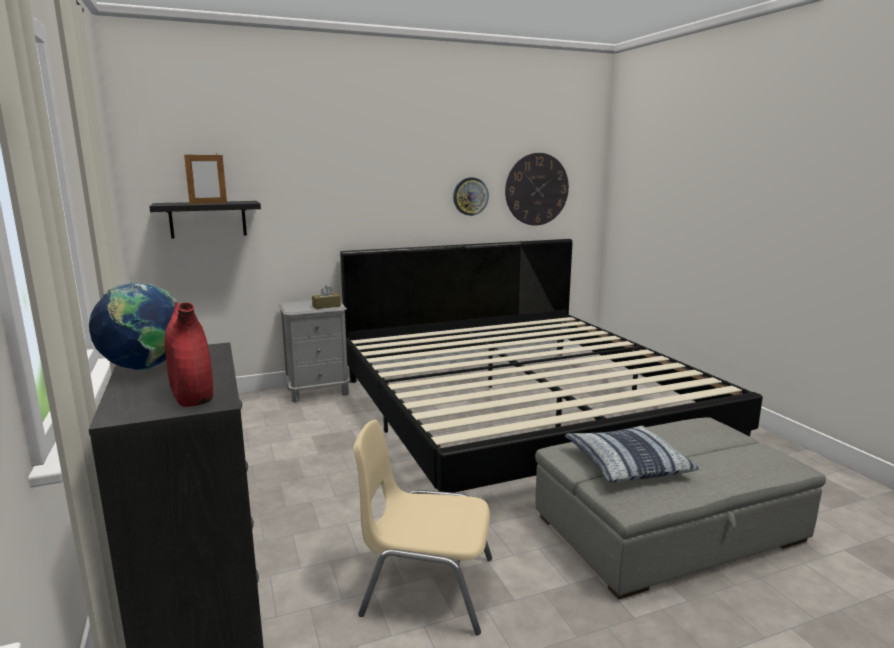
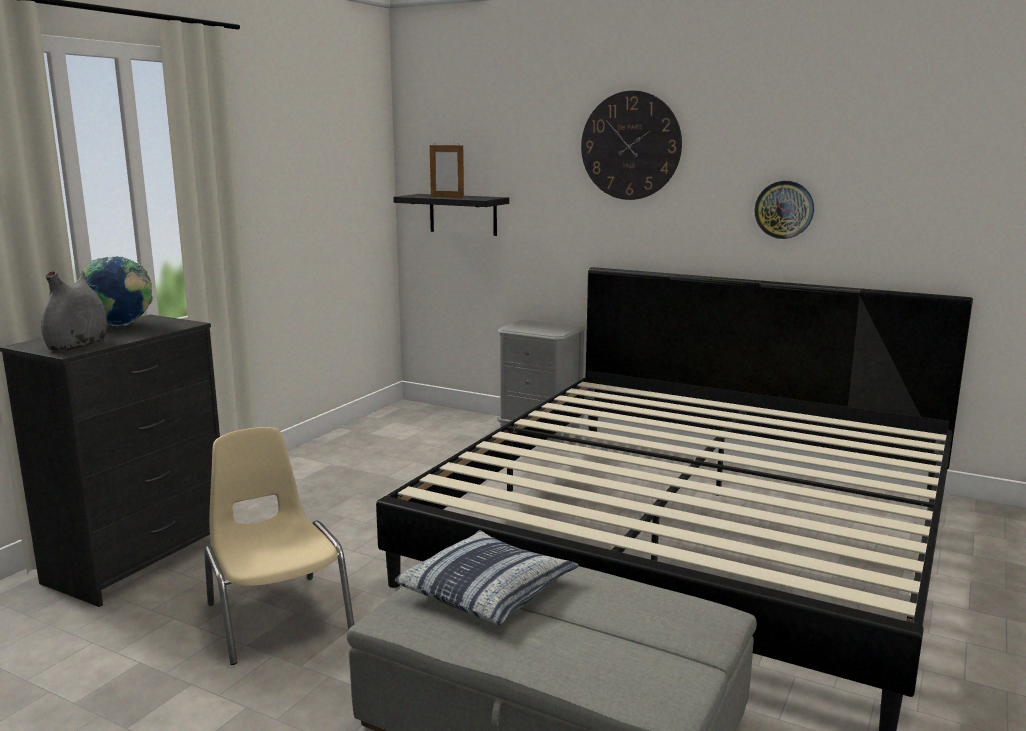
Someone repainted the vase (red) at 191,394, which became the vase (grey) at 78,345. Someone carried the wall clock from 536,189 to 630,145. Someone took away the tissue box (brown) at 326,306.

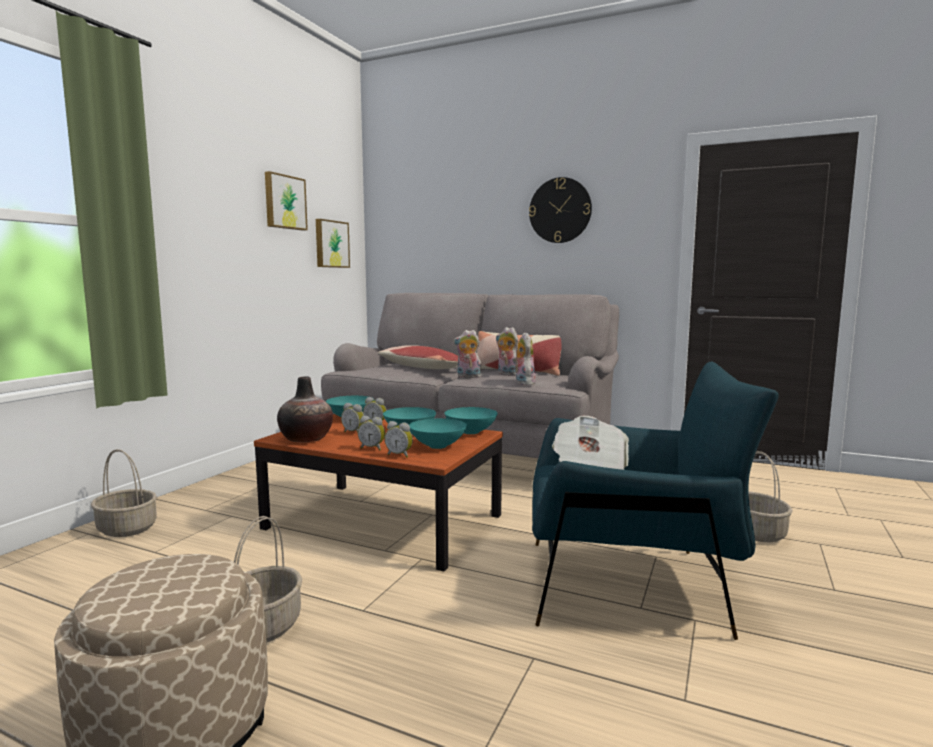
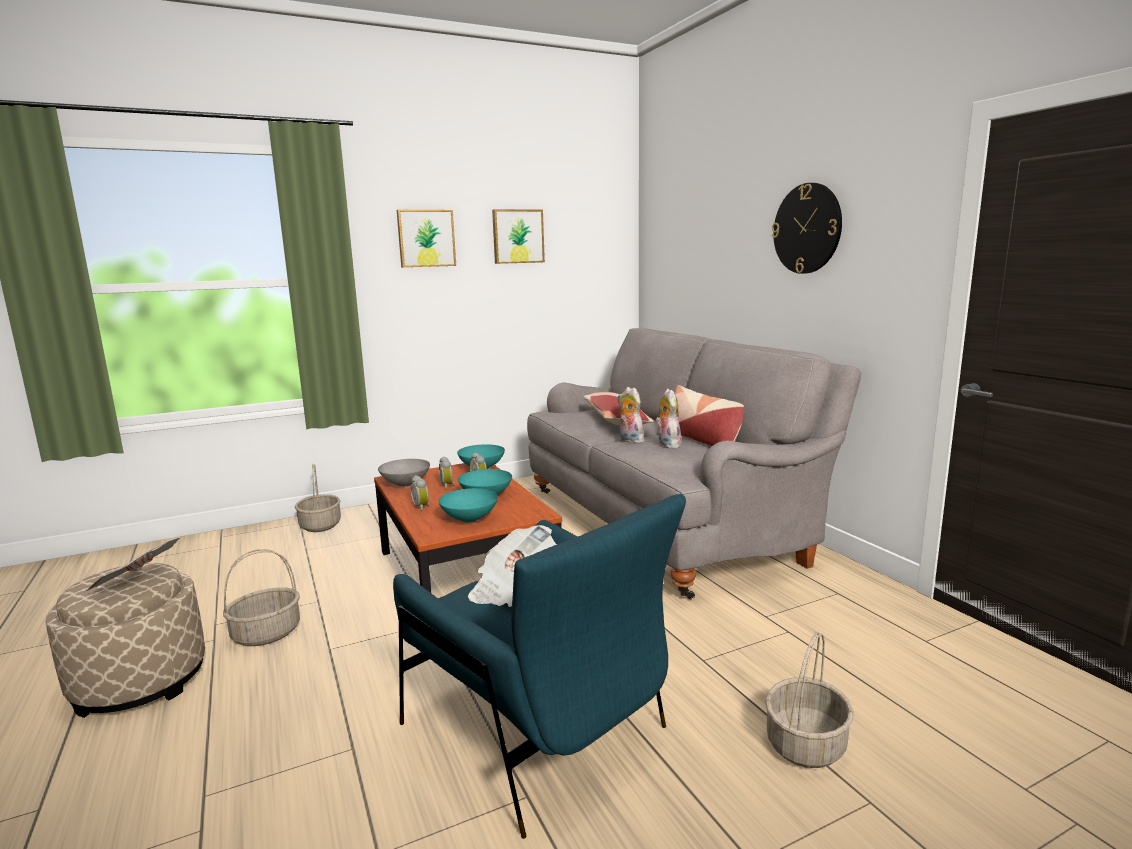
Someone put down the newspaper at 137,585. Someone swapped the vase at 306,439 for the bowl (grey) at 405,484. Someone carried the picture from 331,244 to 426,238. Someone took away the alarm clock at 399,455. Someone took away the bowl (turquoise) at 470,432. Someone took away the plush toy at 523,383.

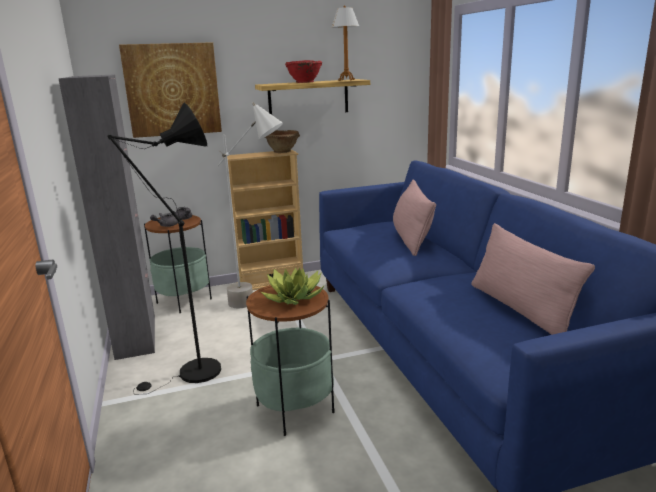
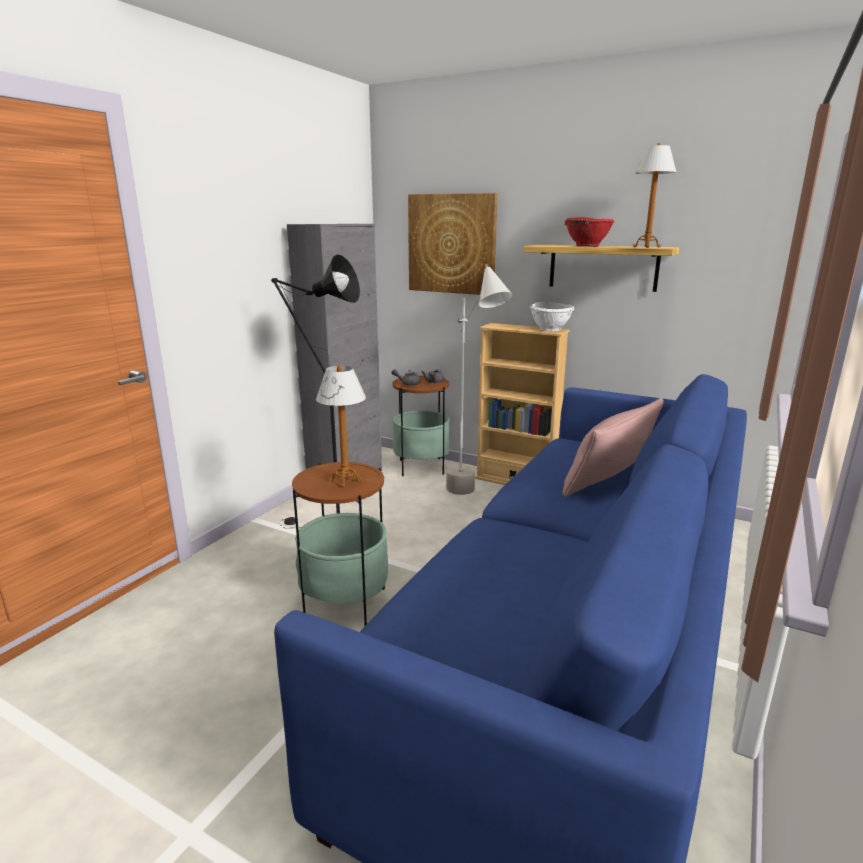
Someone swapped the potted plant at 294,297 for the table lamp at 345,481. Someone repainted the bowl (brown) at 283,151, which became the bowl (white) at 551,329. Someone took away the pillow (pink) at 520,309.

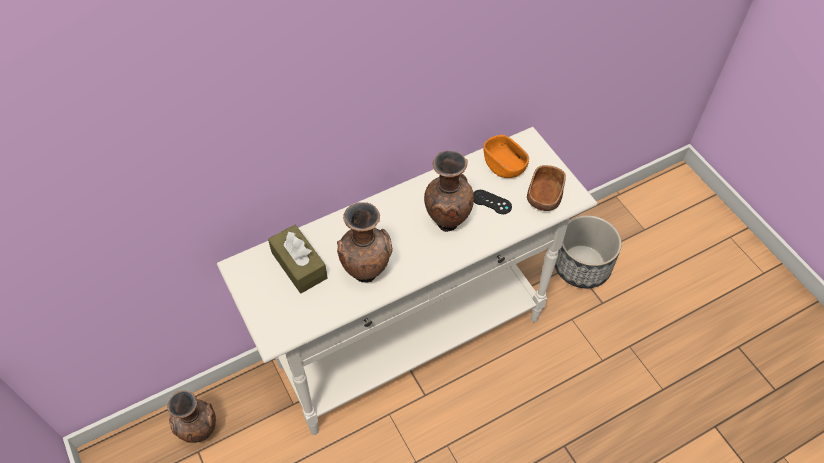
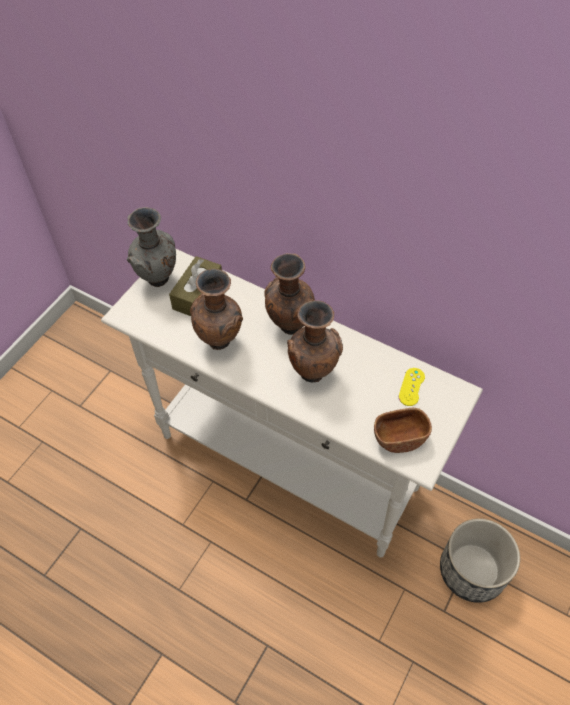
Someone put down the vase (grey) at 158,281. Someone carried the vase (brown) from 201,433 to 289,326. Someone swapped the bowl (orange) at 504,166 for the game controller (yellow) at 411,387. Someone took away the game controller (black) at 491,202.

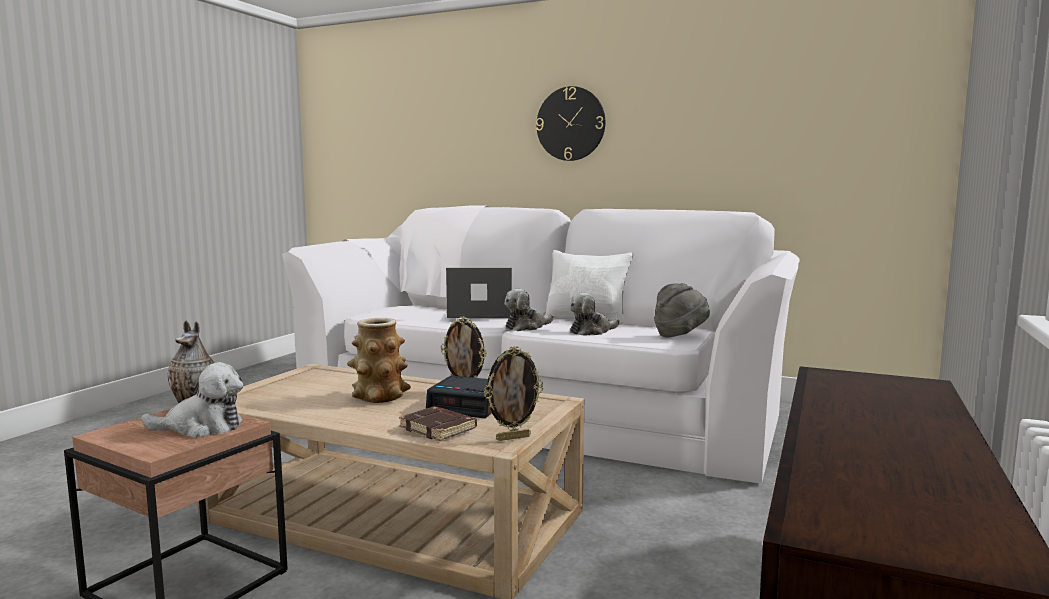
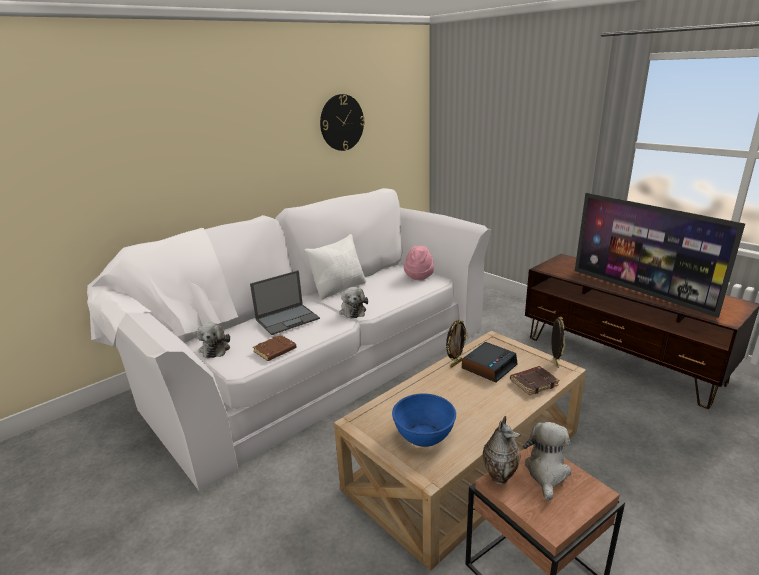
Someone carried the plush toy from 591,331 to 215,348. Someone rotated the laptop at 480,314 by 150 degrees counterclockwise. Someone put down the book (brown) at 275,351. Someone carried the wall clock from 570,124 to 342,122. Someone put down the bowl (blue) at 424,435. Someone repainted the hat (grey) at 680,335, which became the hat (pink) at 419,275. Someone put down the television at 640,291. Someone took away the vase at 380,396.

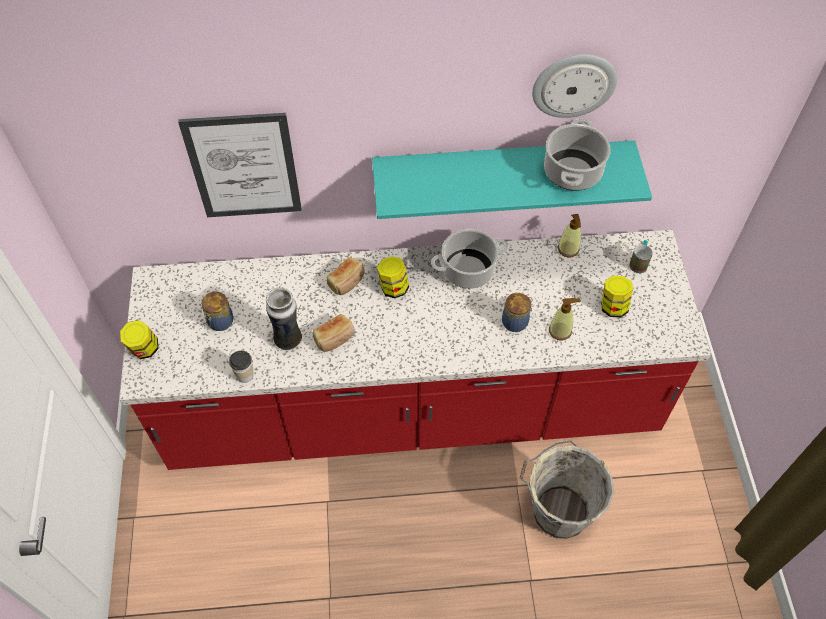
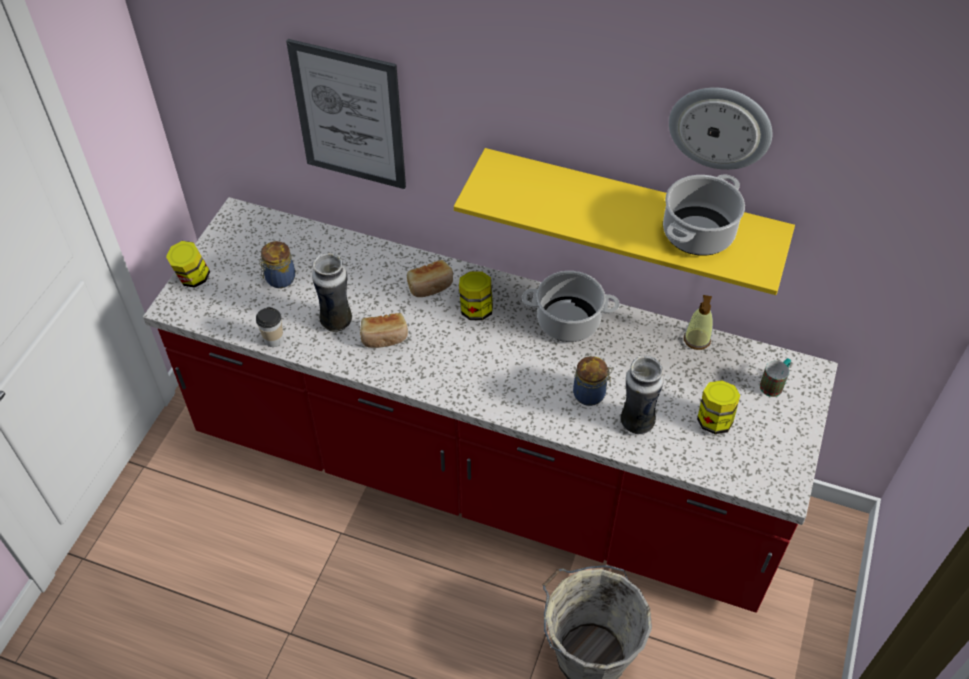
Someone repainted the shelf (turquoise) at 501,169, which became the shelf (yellow) at 631,211. Someone swapped the soap dispenser at 560,331 for the vase at 636,422.

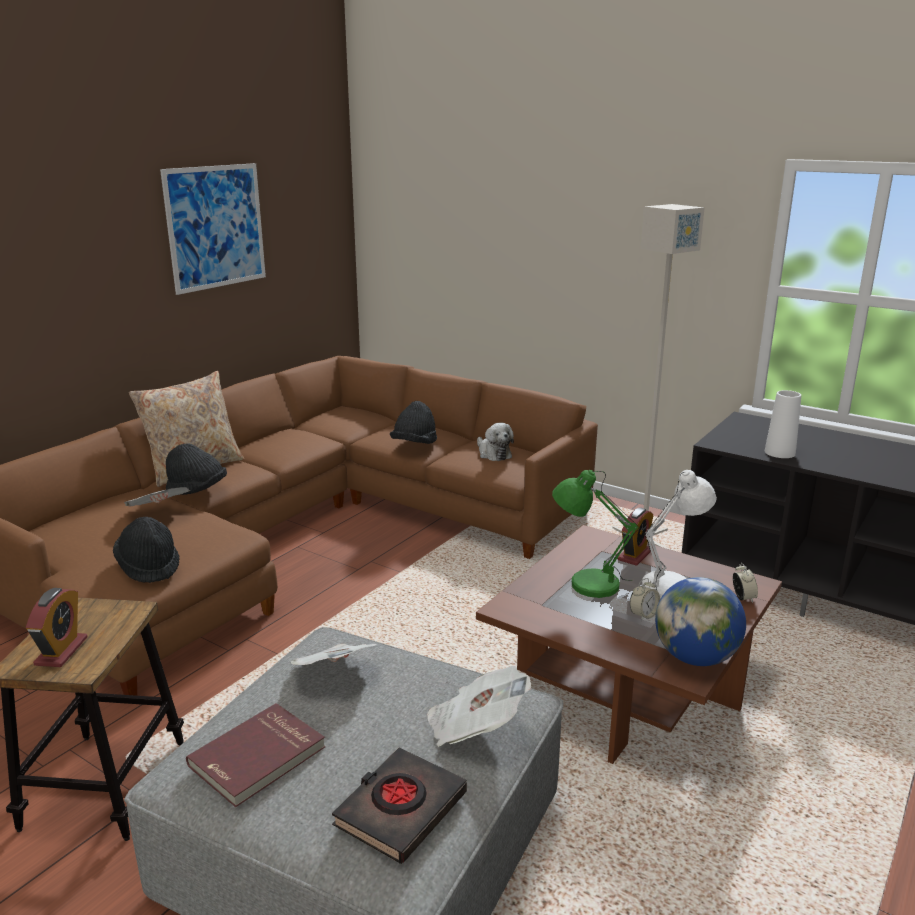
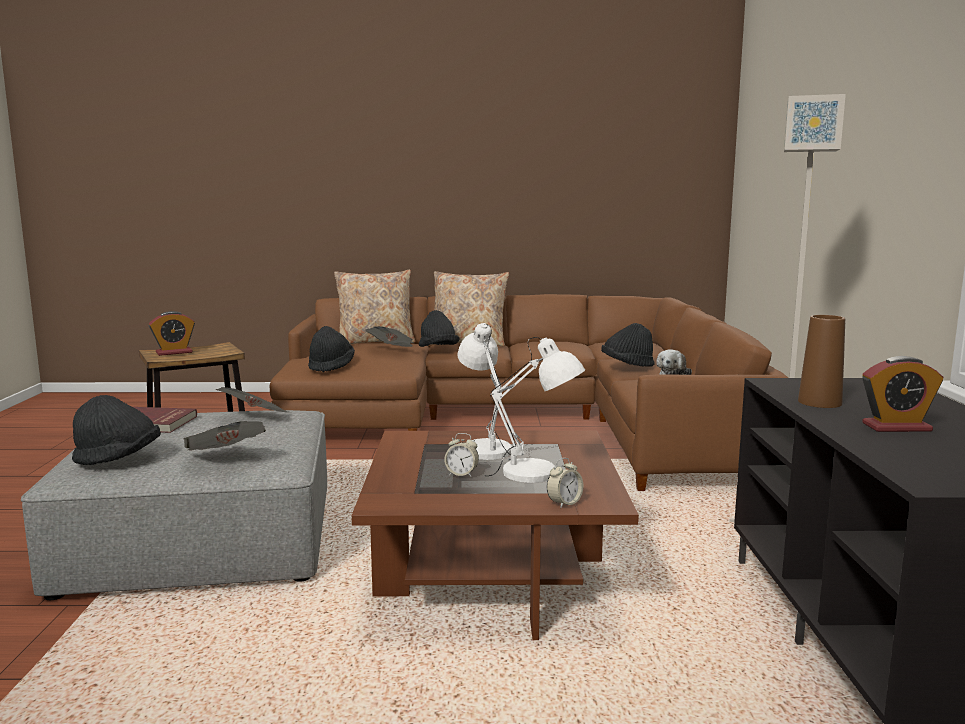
Someone swapped the book (black) at 400,809 for the hat (black) at 118,459. Someone put down the pillow (beige) at 375,341. Someone repainted the table lamp (green) at 588,584, which became the table lamp (white) at 485,449. Someone repainted the vase (white) at 779,452, which became the vase (brown) at 819,402. Someone carried the alarm clock from 634,555 to 896,427. Someone took away the picture at 216,227. Someone took away the globe at 695,657.

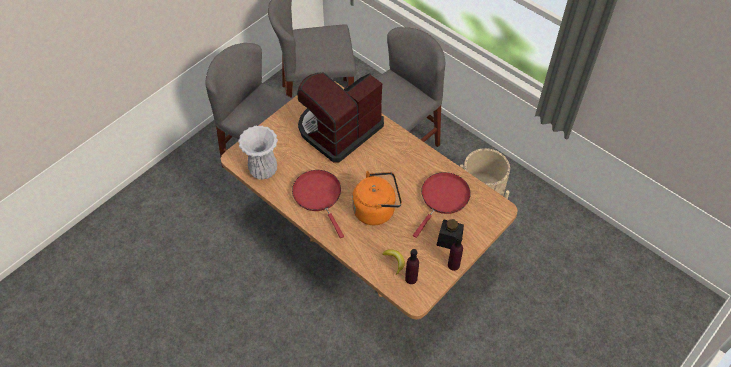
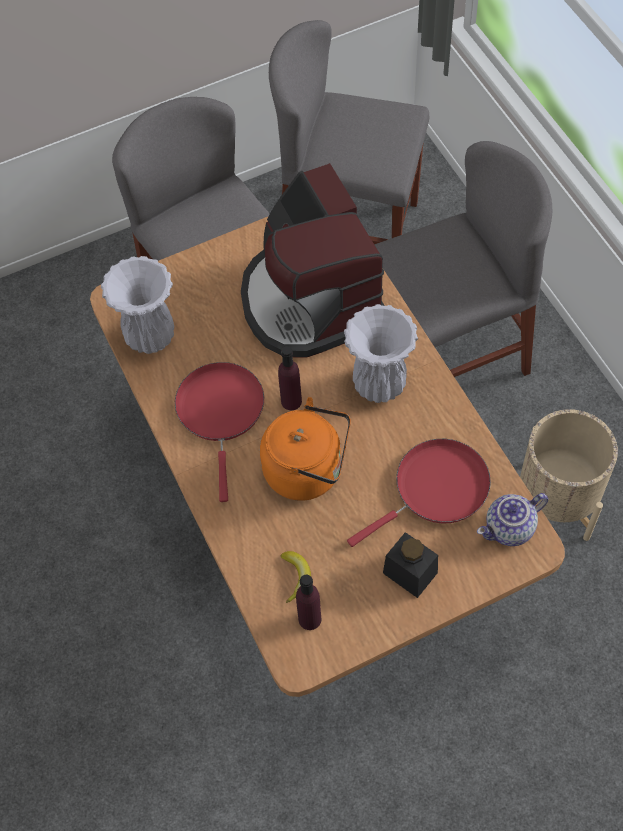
Someone rotated the coffee machine at 338,129 by 90 degrees counterclockwise. Someone carried the bottle (purple) from 453,265 to 291,401. Someone put down the vase (white) at 378,386. Someone put down the teapot at 509,529.

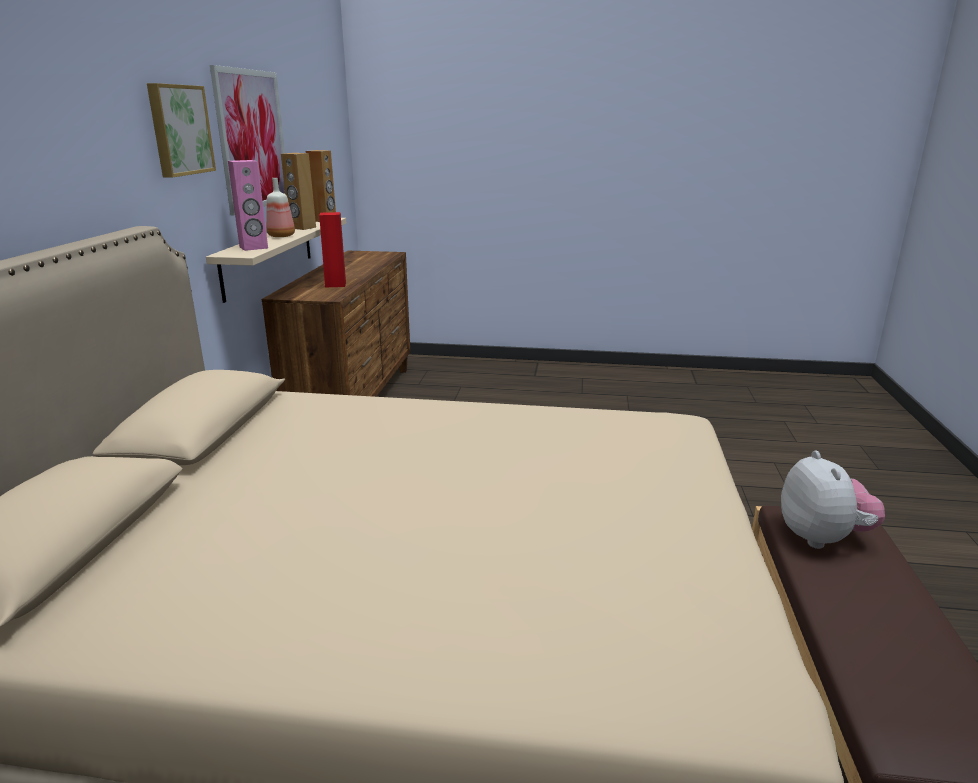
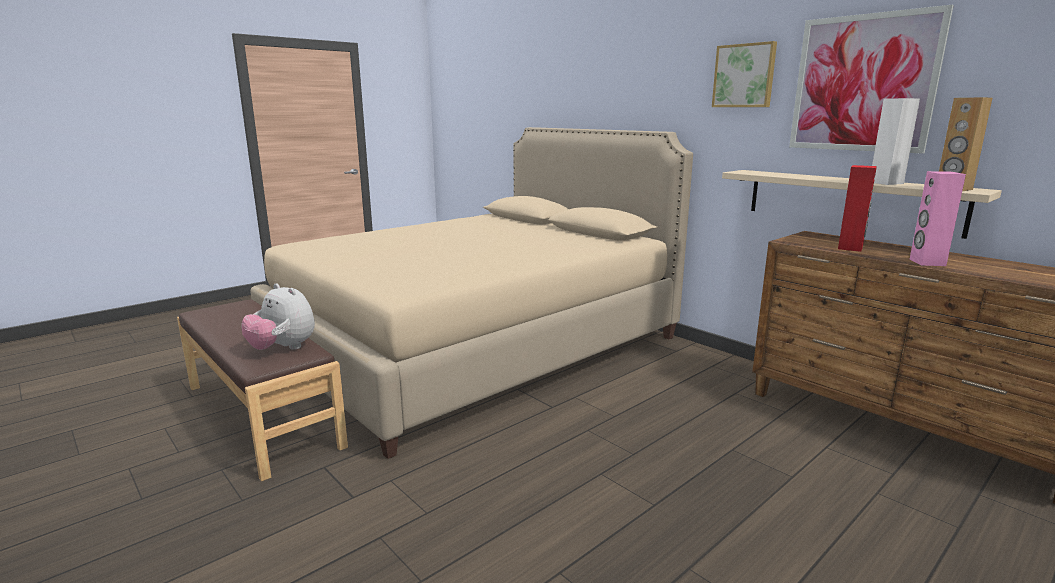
Someone repainted the speaker (brown) at 302,228, which became the speaker (white) at 885,183. Someone carried the speaker (pink) from 253,248 to 926,262. Someone took away the bottle at 282,236.

